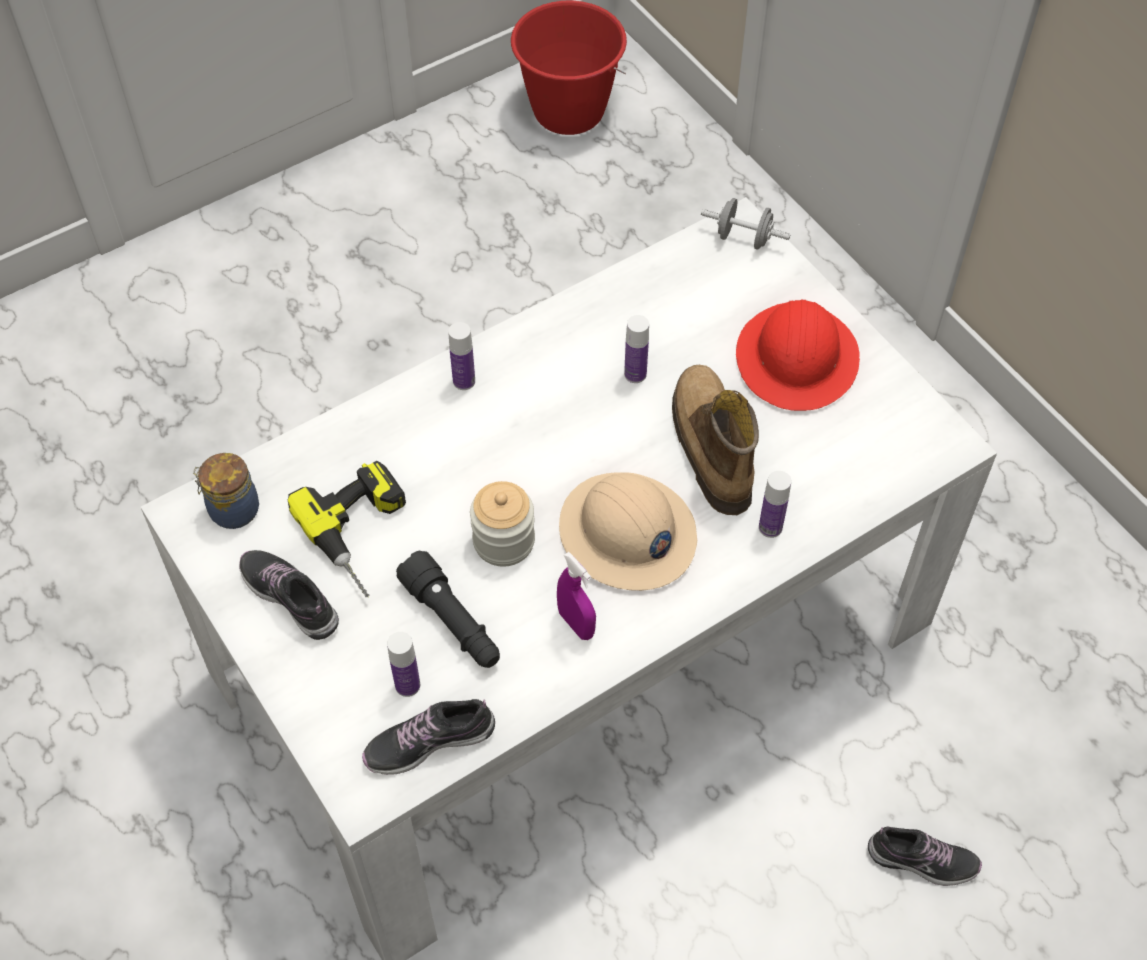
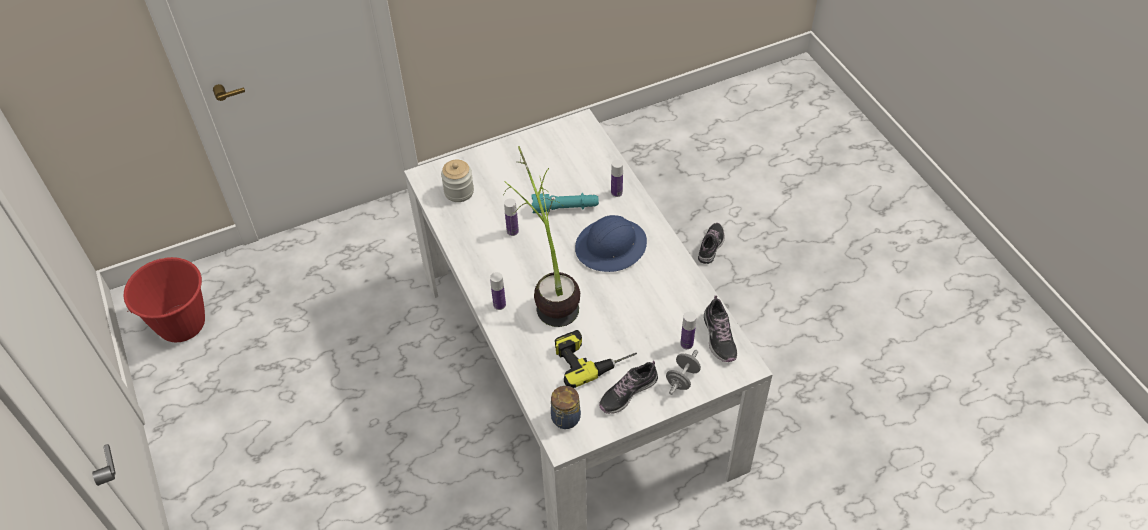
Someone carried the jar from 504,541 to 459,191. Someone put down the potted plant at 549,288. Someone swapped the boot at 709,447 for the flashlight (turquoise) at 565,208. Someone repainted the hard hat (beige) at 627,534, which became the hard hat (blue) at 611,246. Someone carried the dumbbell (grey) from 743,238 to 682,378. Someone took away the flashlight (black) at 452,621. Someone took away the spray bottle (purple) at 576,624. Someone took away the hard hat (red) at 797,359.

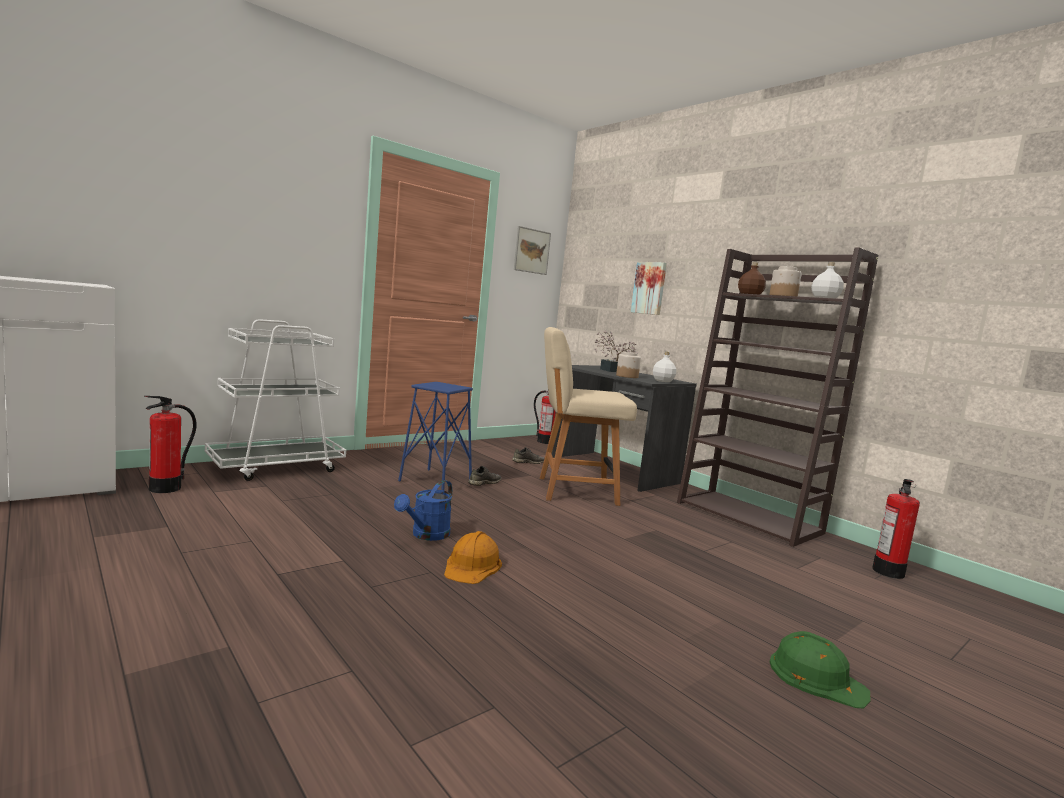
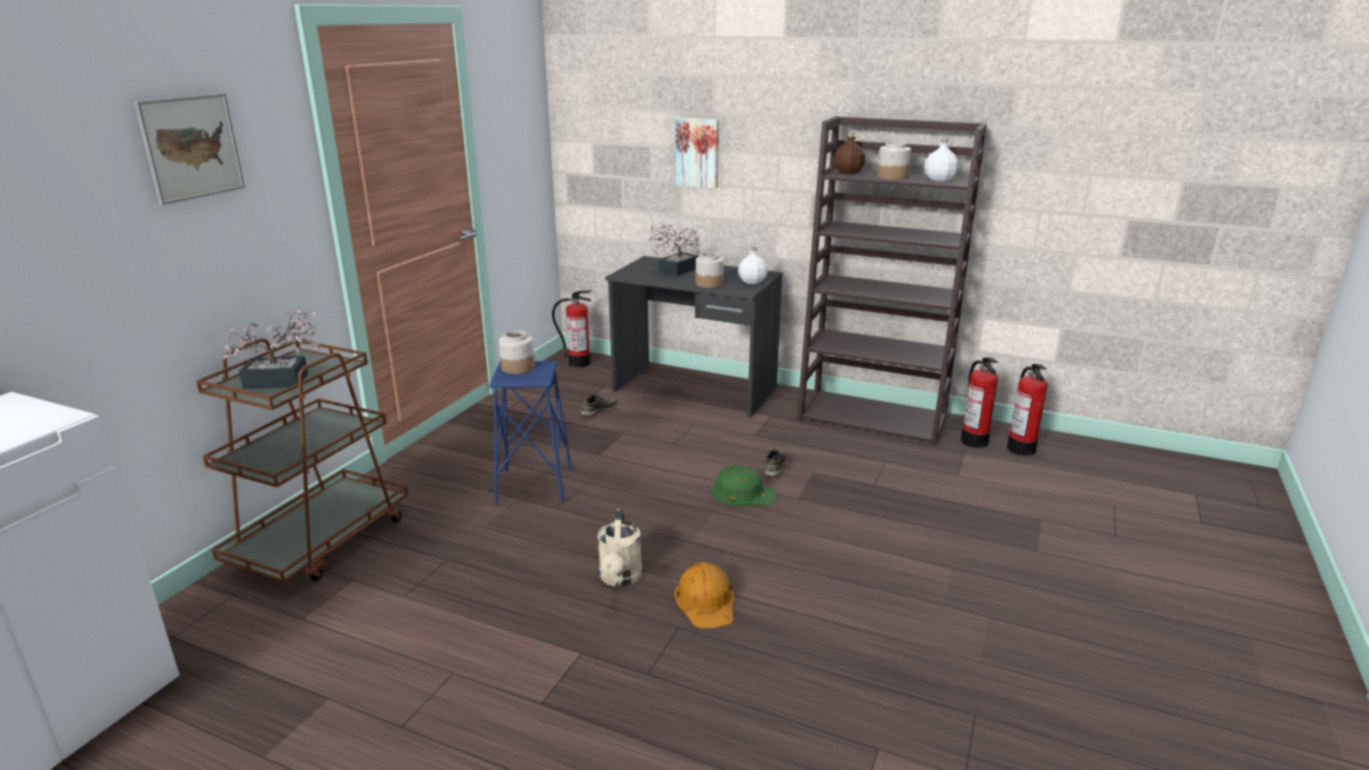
Someone carried the picture from 532,251 to 191,147. Someone repainted the cart (white) at 277,467, which became the cart (brown) at 321,540. Someone put down the potted plant at 283,381. Someone put down the jar at 517,368. Someone repainted the watering can (blue) at 426,535, which became the watering can (beige) at 620,578. Someone carried the hard hat (green) from 816,677 to 743,493. Someone carried the shoe (grey) from 484,483 to 774,467. Someone carried the fire extinguisher from 165,488 to 974,441. Someone took away the chair (beige) at 573,490.

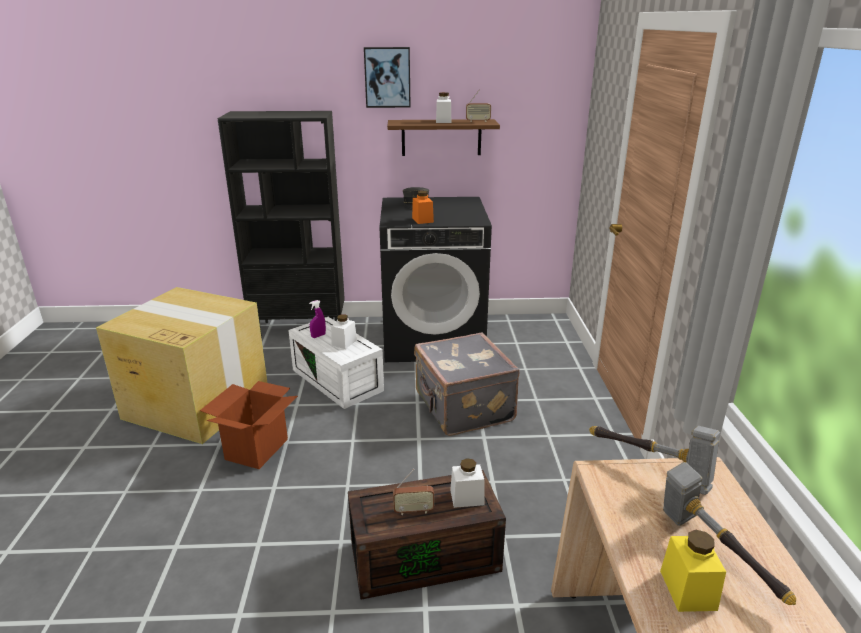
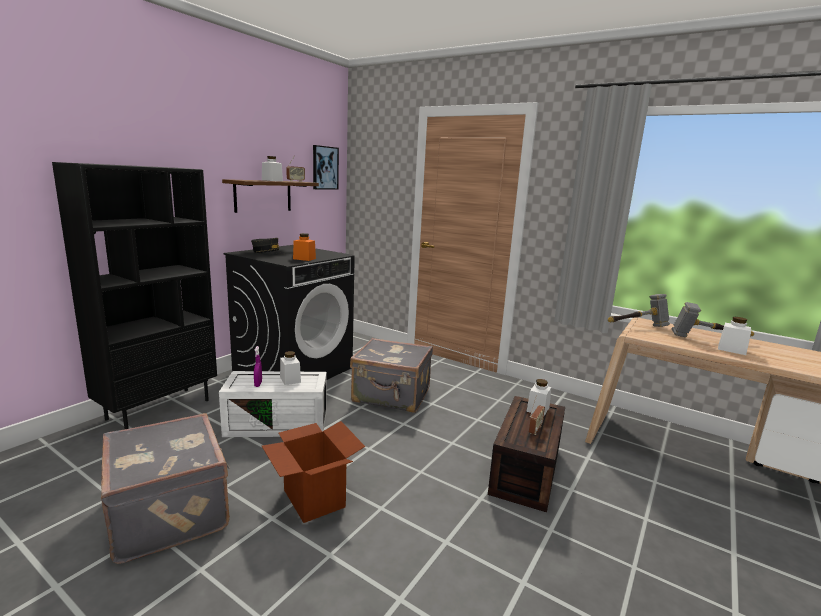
Someone swapped the cardboard box at 195,403 for the suitcase (grey) at 171,511. Someone carried the picture from 387,77 to 325,168. Someone repainted the jar (yellow) at 688,590, which became the jar (white) at 731,349.

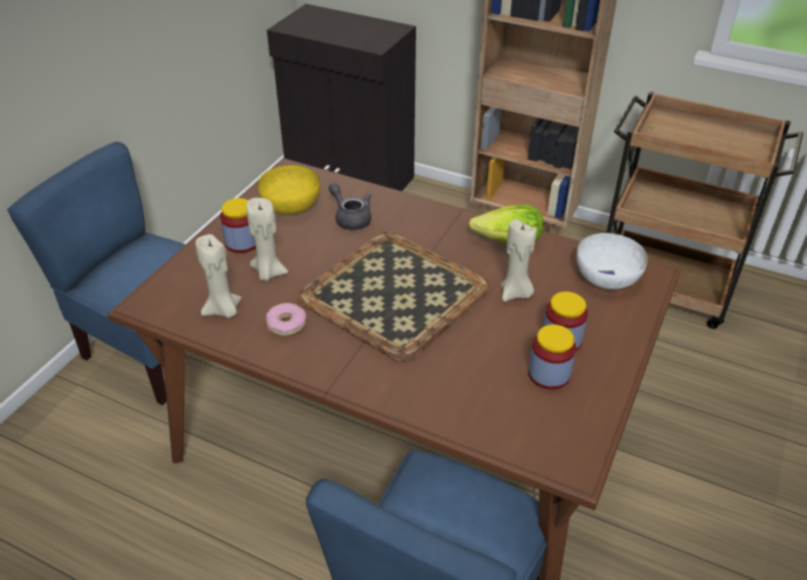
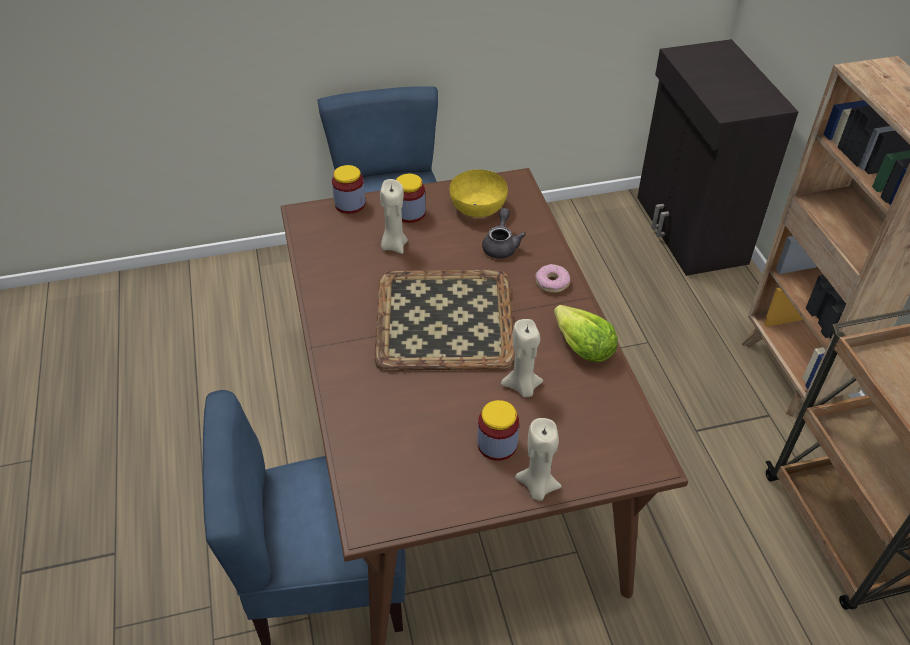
Someone carried the jar from 549,374 to 350,204. Someone carried the candle (beige) from 223,310 to 537,487. Someone carried the donut from 286,324 to 552,282. Someone took away the bowl (white) at 606,277.

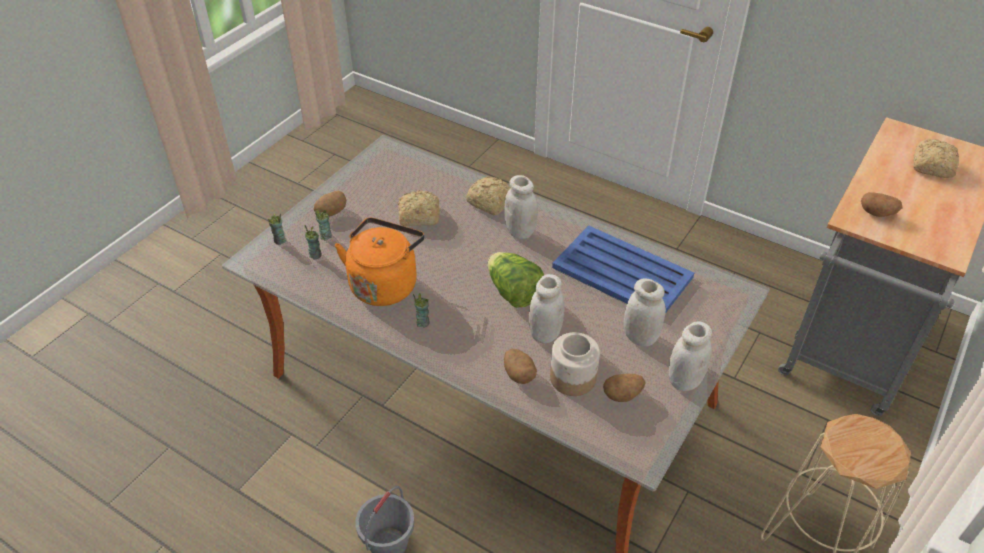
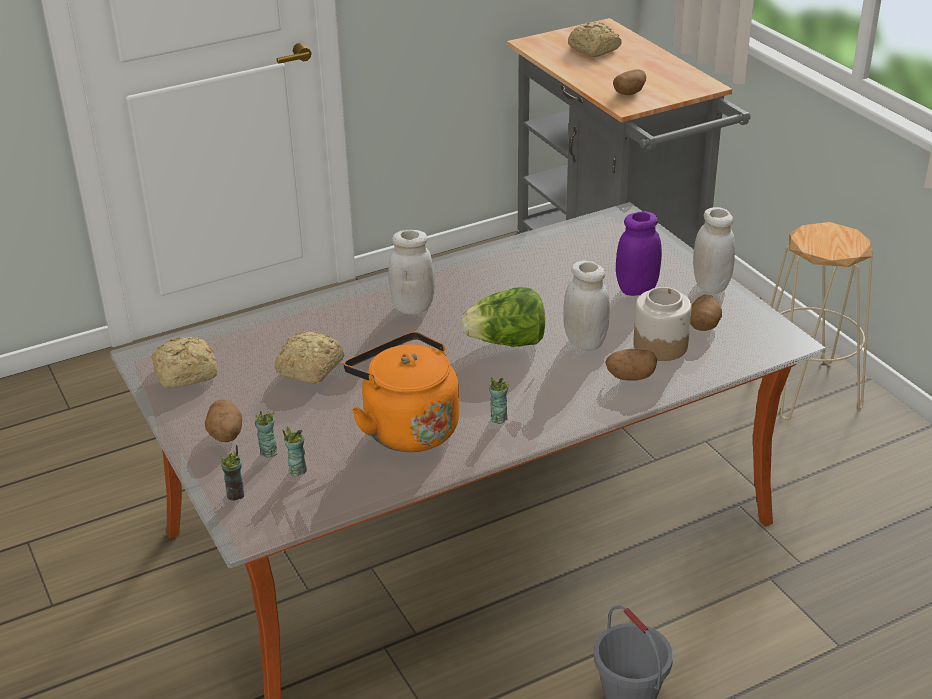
Someone carried the bread from 491,203 to 188,373. Someone repainted the jar (white) at 640,337, which became the jar (purple) at 636,289. Someone took away the tray (blue) at 623,273.

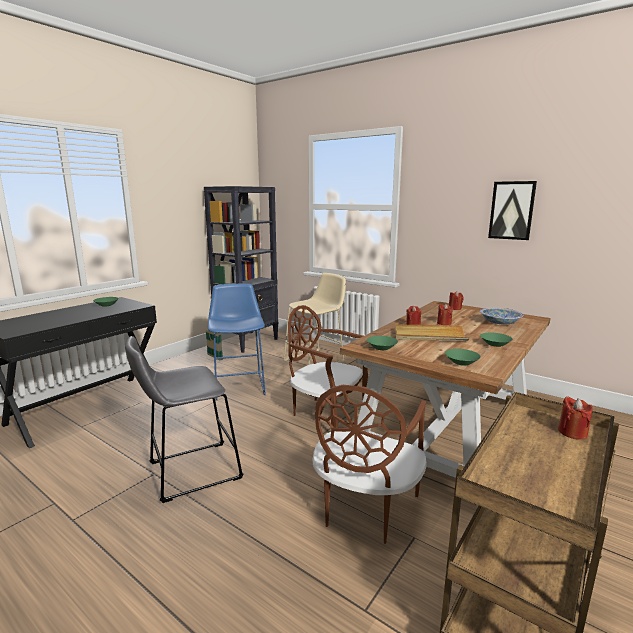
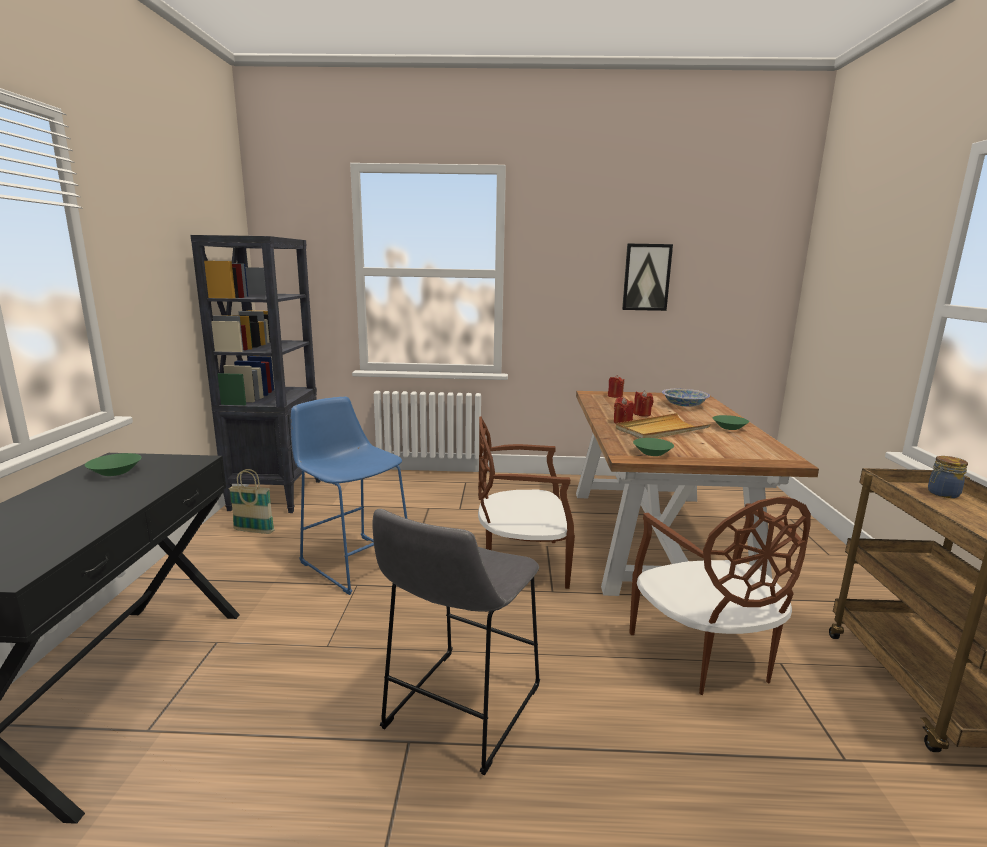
Someone swapped the candle (red) at 572,432 for the jar at 942,493. Someone took away the stool (beige) at 316,360. Someone took away the bowl (green) at 462,363.

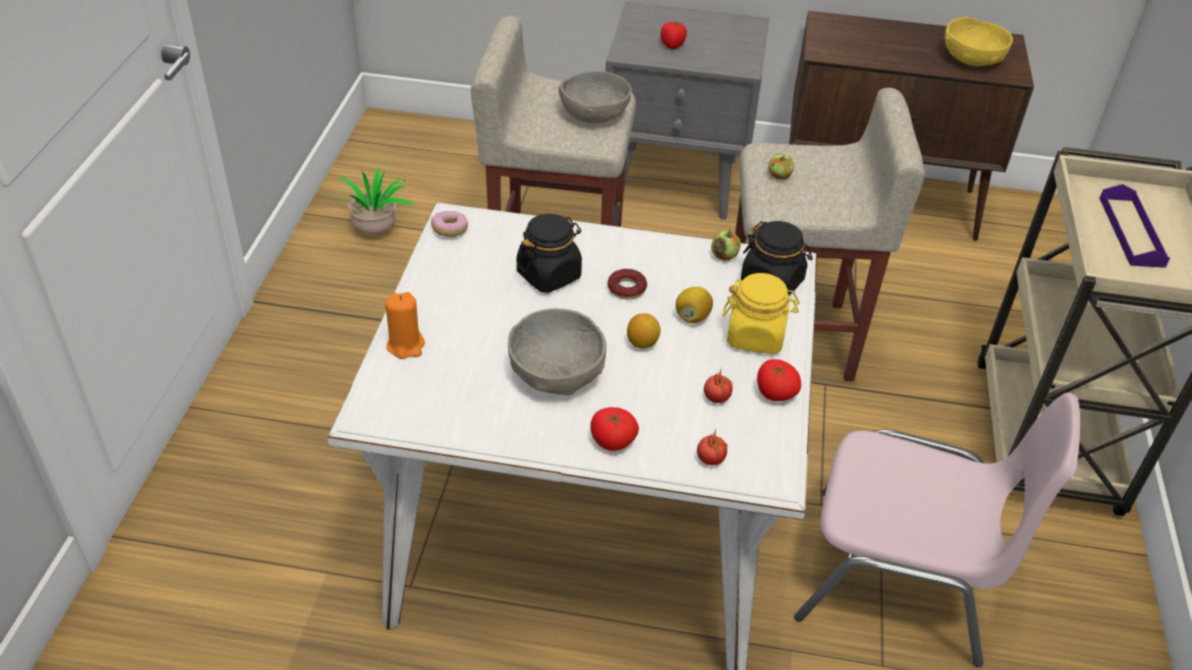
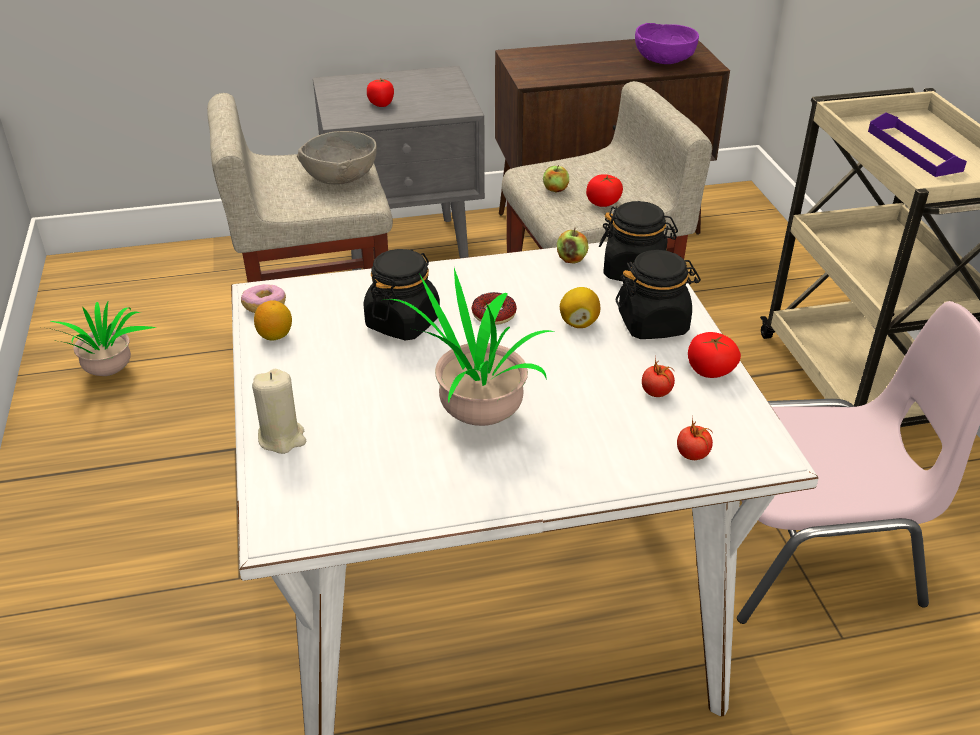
Someone repainted the candle (orange) at 406,345, which became the candle (beige) at 282,437. Someone carried the lemon from 642,343 to 275,336. Someone swapped the bowl (grey) at 557,373 for the potted plant at 474,417. Someone carried the tomato from 612,441 to 603,203. Someone repainted the jar (yellow) at 755,336, which became the jar (black) at 653,324. Someone repainted the bowl (yellow) at 972,59, which became the bowl (purple) at 664,59.

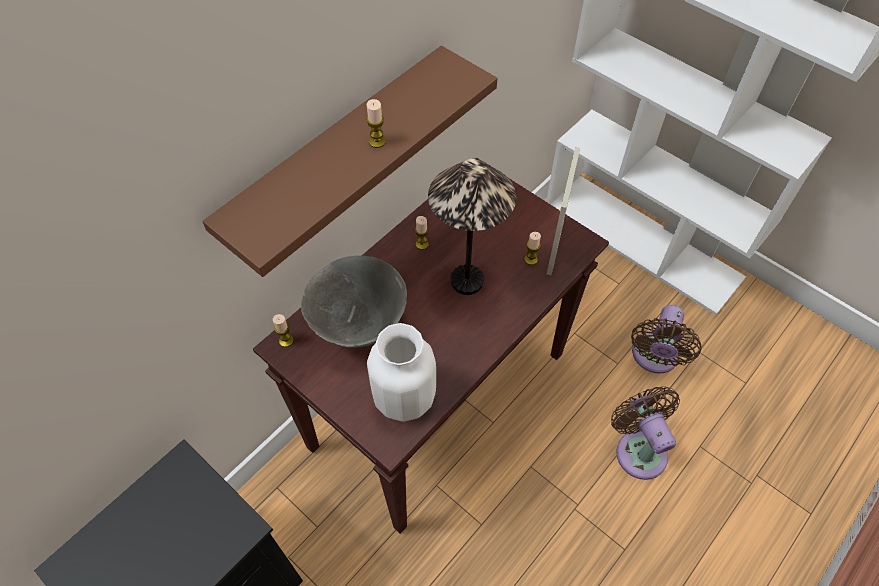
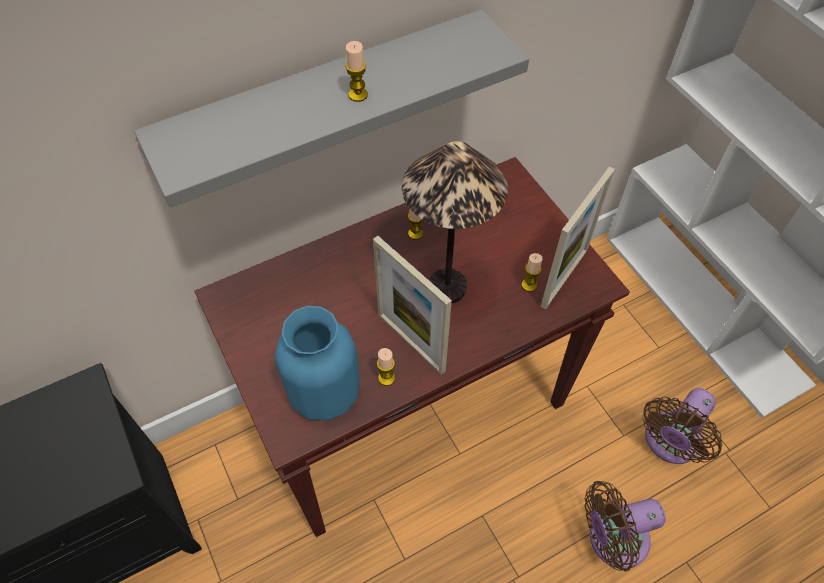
Someone repainted the shelf (brown) at 337,158, which became the shelf (grey) at 325,106. Someone repainted the vase (white) at 404,397, which became the vase (blue) at 324,392. Someone put down the picture frame at 411,342. Someone carried the candle from 286,340 to 386,378. Someone rotated the fan (brown) at 638,449 by 105 degrees counterclockwise. Someone took away the bowl (grey) at 359,324.

